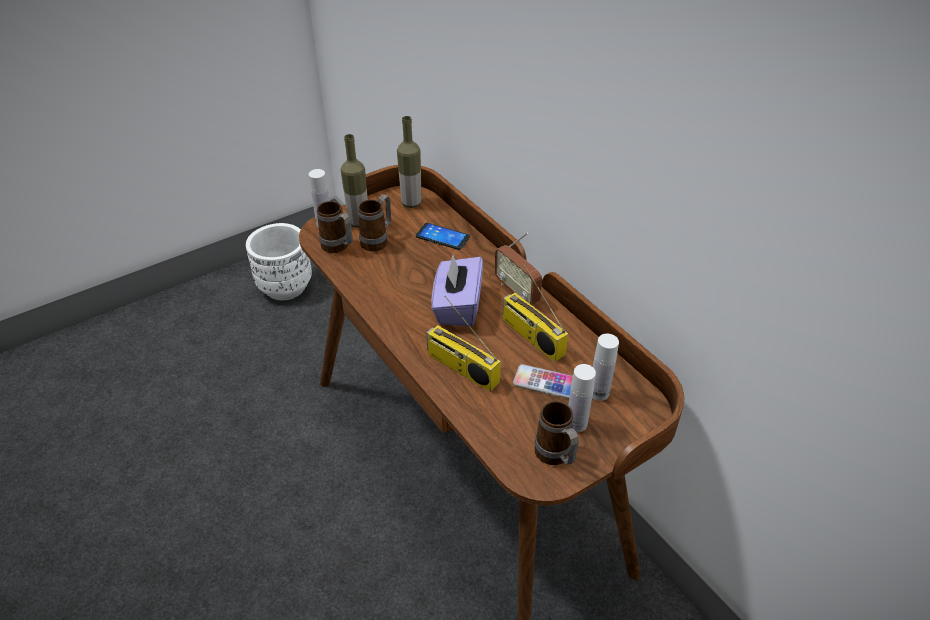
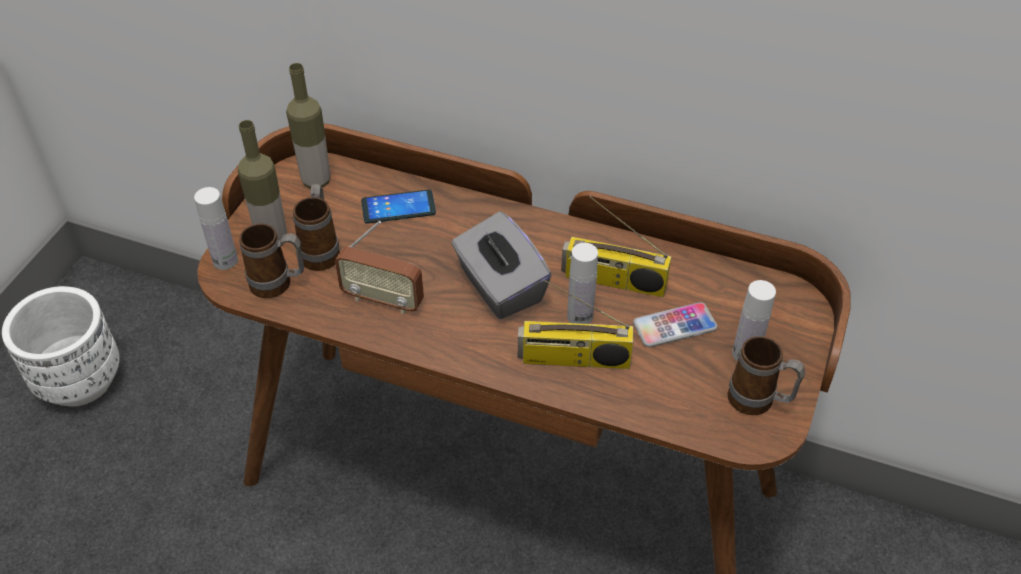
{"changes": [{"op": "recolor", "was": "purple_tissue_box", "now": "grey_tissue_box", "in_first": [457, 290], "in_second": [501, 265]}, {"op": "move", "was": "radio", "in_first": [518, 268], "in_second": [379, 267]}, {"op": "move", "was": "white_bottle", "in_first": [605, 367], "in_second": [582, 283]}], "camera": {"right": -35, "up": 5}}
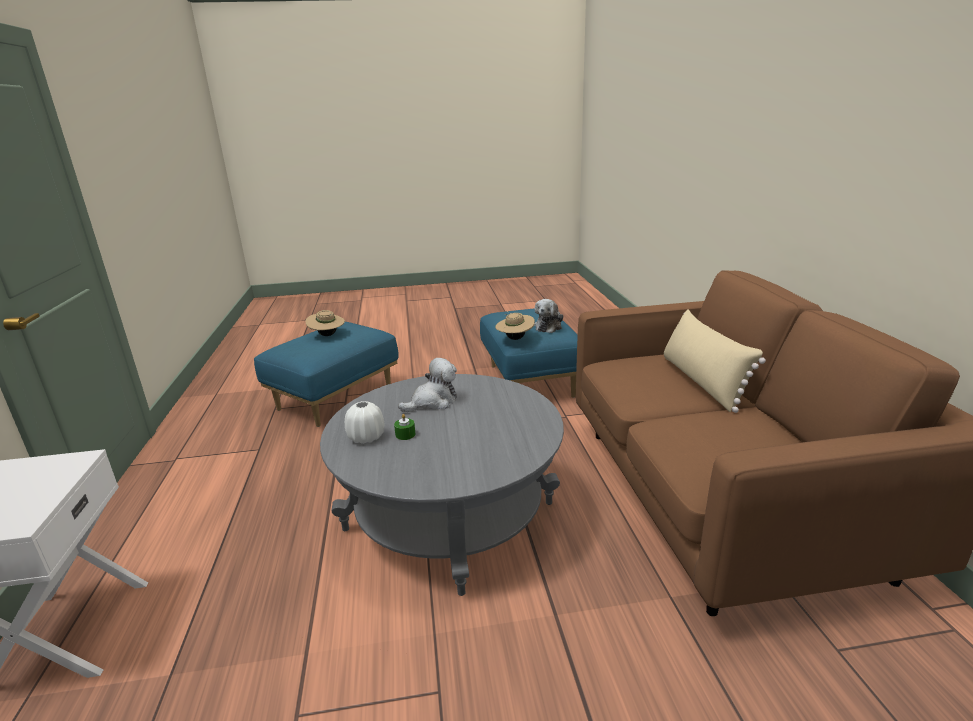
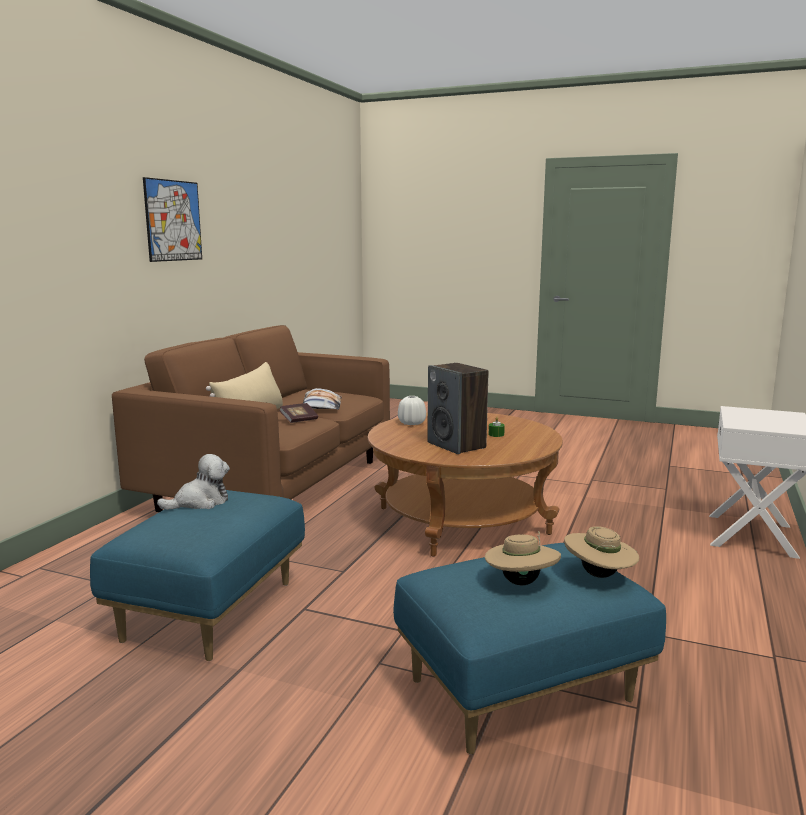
{"changes": [{"op": "recolor", "was": "grey_coffee_table", "now": "brown_coffee_table", "in_first": [442, 485], "in_second": [465, 485]}, {"op": "move", "was": "white_vase", "in_first": [364, 422], "in_second": [412, 410]}, {"op": "replace", "was": "plush_toy", "now": "speaker", "in_first": [427, 385], "in_second": [457, 408]}, {"op": "move", "was": "beige_hat", "in_first": [515, 325], "in_second": [601, 552]}, {"op": "insert", "now": "picture", "in_second": [172, 219]}, {"op": "insert", "now": "book", "in_second": [298, 413]}, {"op": "insert", "now": "pillow", "in_second": [322, 398]}], "camera": {"right": -150, "up": -10}}
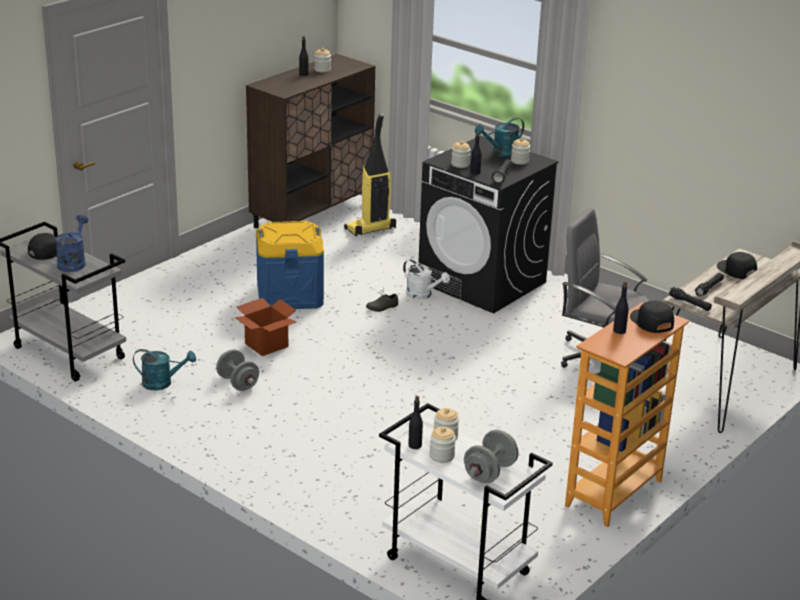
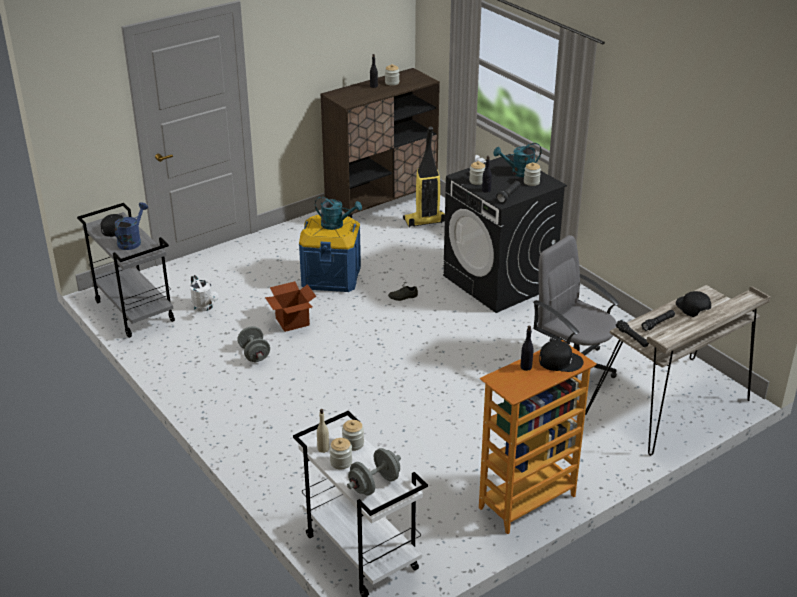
{"changes": [{"op": "move", "was": "turquoise_watering_can", "in_first": [164, 369], "in_second": [338, 213]}, {"op": "move", "was": "white_watering_can", "in_first": [426, 279], "in_second": [204, 293]}, {"op": "recolor", "was": "black_bottle", "now": "beige_bottle", "in_first": [415, 422], "in_second": [323, 431]}, {"op": "rotate", "was": "black_cap", "in_first": [652, 317], "in_second": [561, 356], "clockwise": 105}], "camera": {"right": 15, "up": 5}}
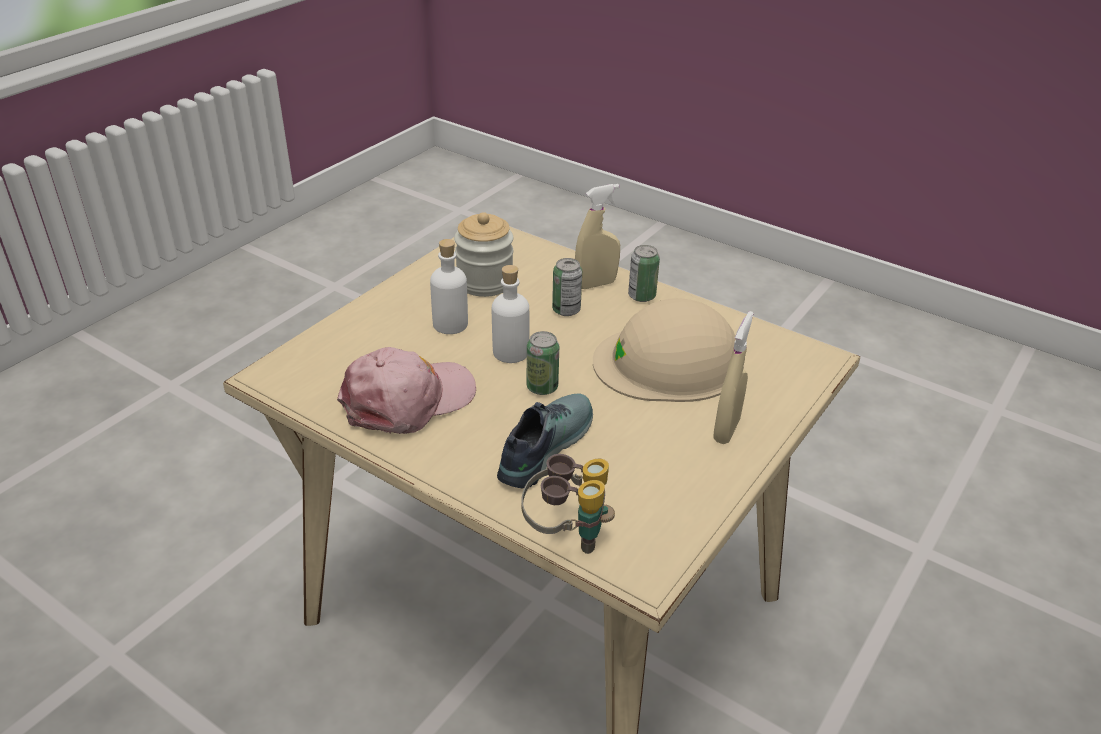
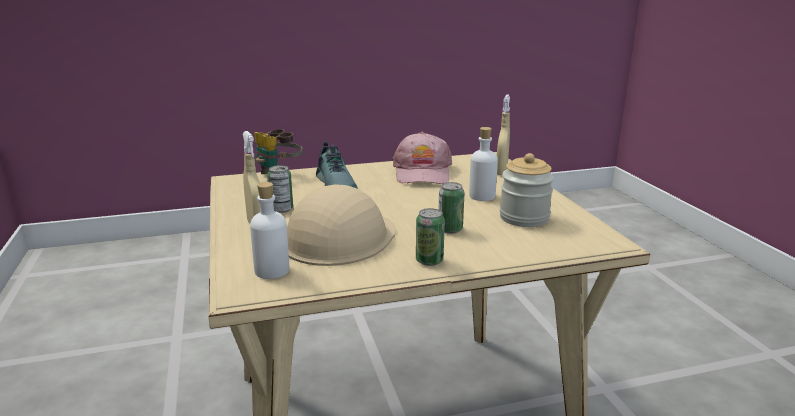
{"changes": [{"op": "move", "was": "white_bottle", "in_first": [510, 314], "in_second": [269, 230]}, {"op": "move", "was": "can", "in_first": [543, 363], "in_second": [280, 189]}, {"op": "move", "was": "beige_spray_bottle", "in_first": [597, 236], "in_second": [503, 135]}], "camera": {"right": 130, "up": -15}}
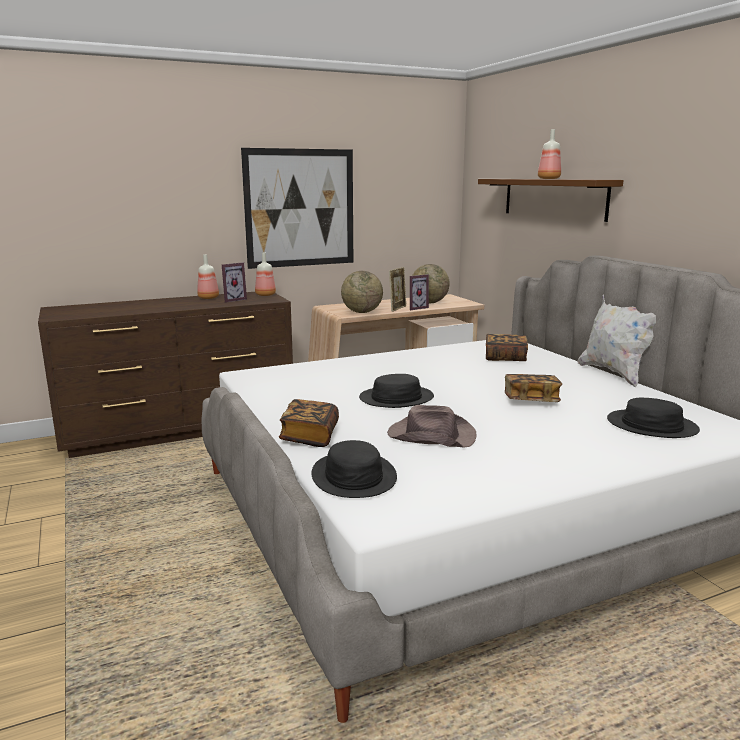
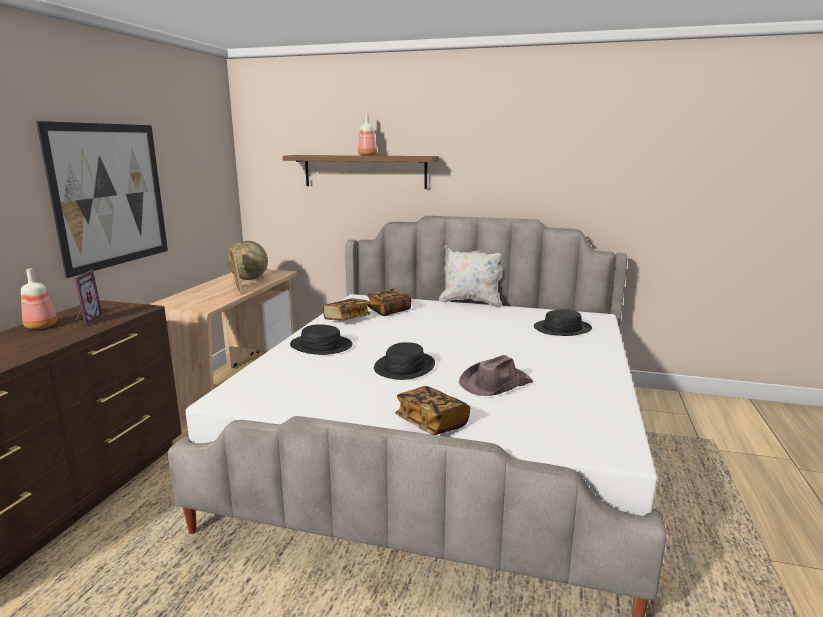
{"changes": [{"op": "delete", "was": "bottle", "in_first": [265, 274]}, {"op": "move", "was": "black_hat", "in_first": [354, 469], "in_second": [321, 339]}, {"op": "delete", "was": "globe", "in_first": [362, 292]}, {"op": "delete", "was": "picture_frame", "in_first": [419, 292]}, {"op": "move", "was": "book", "in_first": [533, 388], "in_second": [346, 309]}], "camera": {"right": -50, "up": 0}}
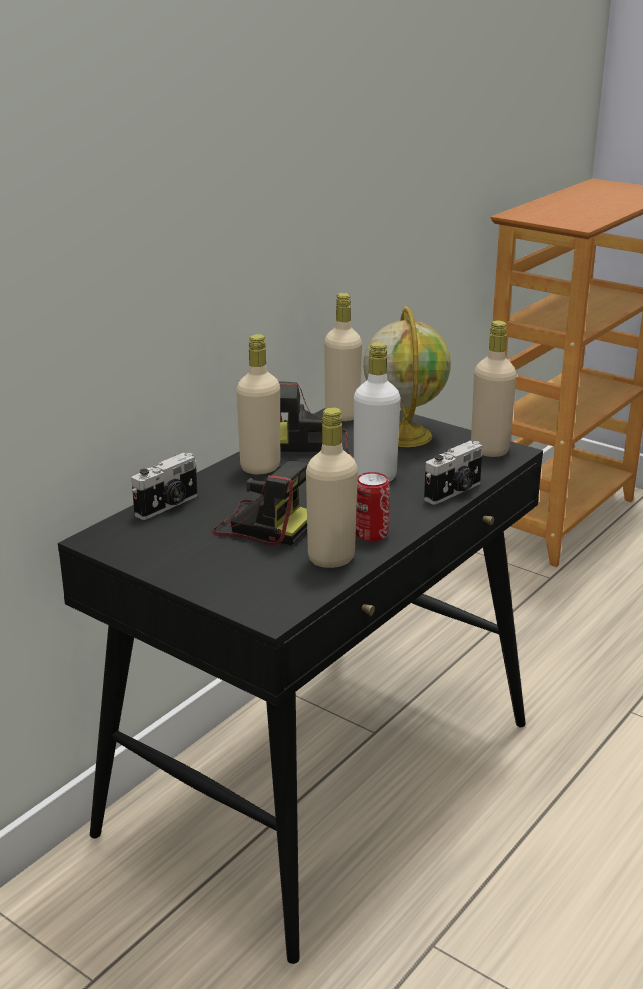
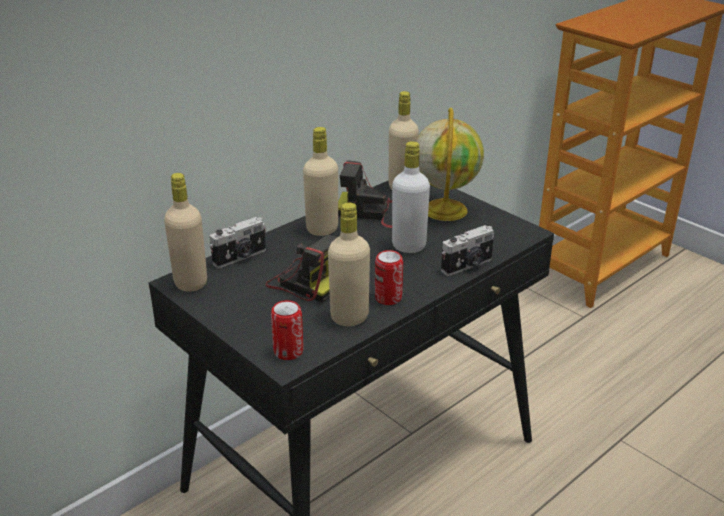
{"changes": [{"op": "move", "was": "beige_bottle", "in_first": [494, 389], "in_second": [185, 232]}, {"op": "insert", "now": "can", "in_second": [287, 330]}], "camera": {"right": 10, "up": 5}}
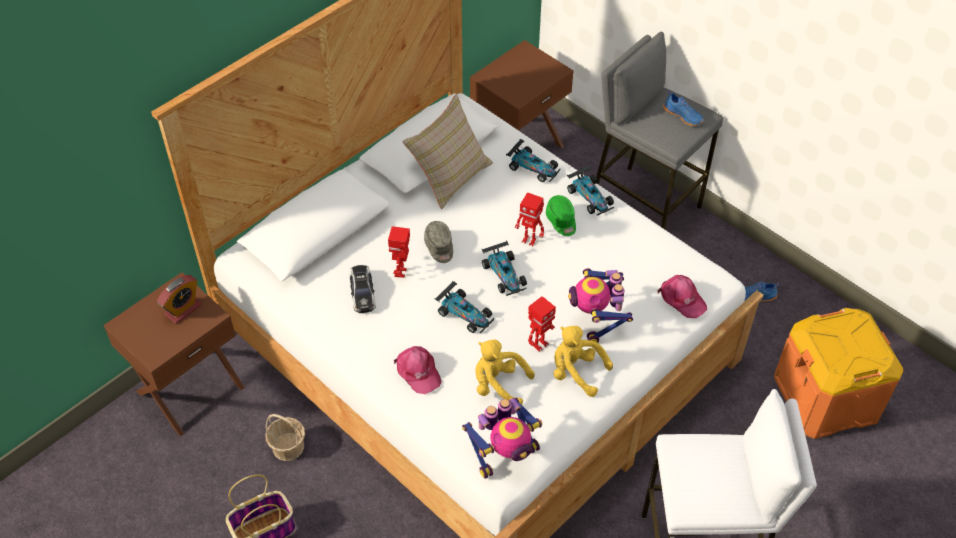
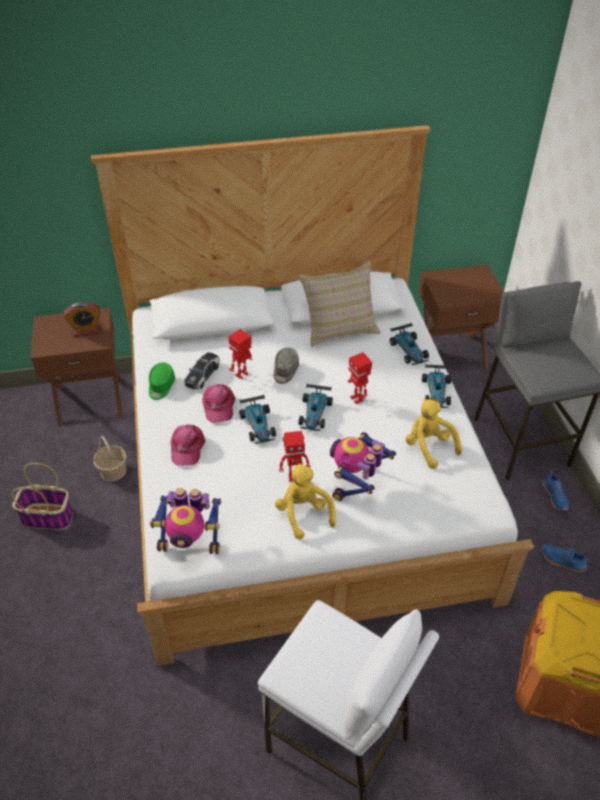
{"changes": [{"op": "move", "was": "yellow_plush_toy", "in_first": [505, 372], "in_second": [433, 434]}, {"op": "move", "was": "green_cap", "in_first": [561, 215], "in_second": [162, 381]}, {"op": "move", "was": "pink_cap", "in_first": [682, 296], "in_second": [218, 403]}, {"op": "move", "was": "blue_shoe", "in_first": [683, 108], "in_second": [556, 490]}], "camera": {"right": 35, "up": -5}}
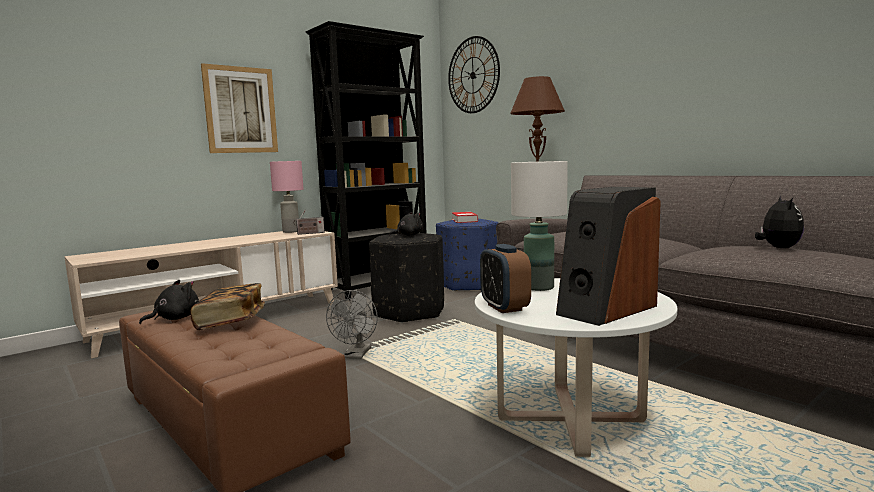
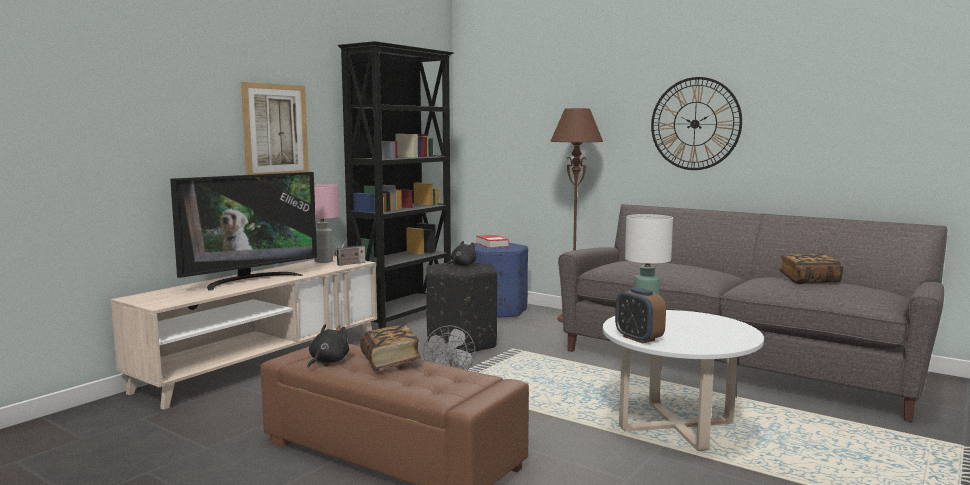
{"changes": [{"op": "move", "was": "wall_clock", "in_first": [474, 74], "in_second": [696, 123]}, {"op": "delete", "was": "speaker", "in_first": [608, 256]}, {"op": "replace", "was": "plush_toy", "now": "book", "in_first": [779, 222], "in_second": [811, 269]}, {"op": "insert", "now": "television", "in_second": [243, 231]}], "camera": {"right": -15, "up": 0}}
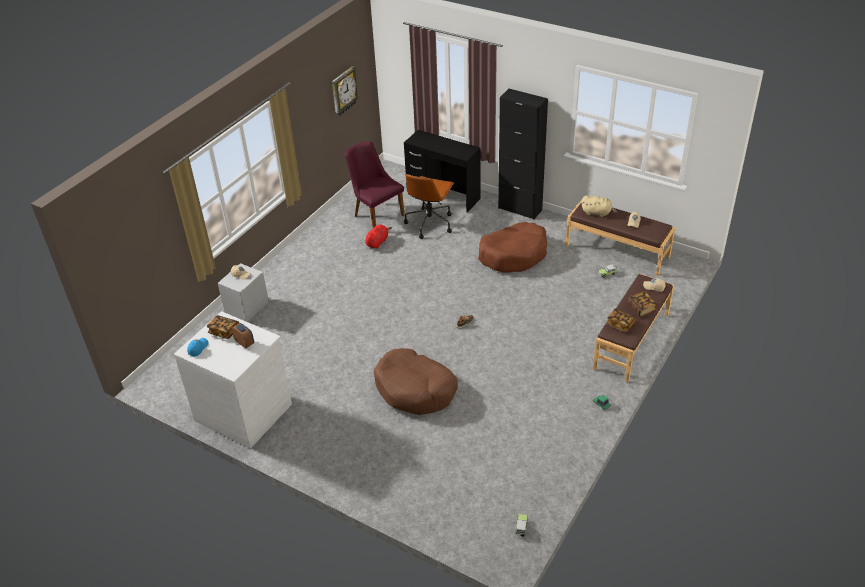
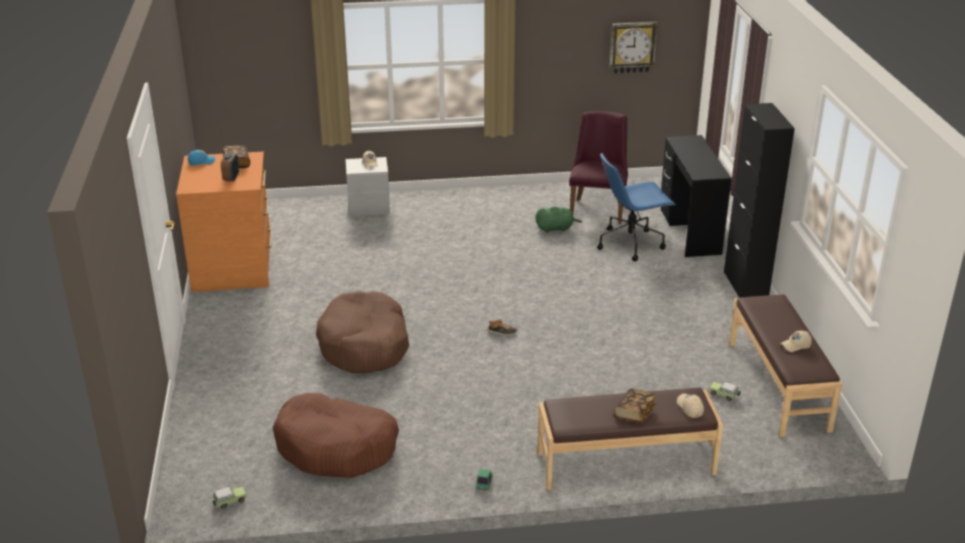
{"changes": [{"op": "recolor", "was": "white_dresser", "now": "orange_dresser", "in_first": [233, 380], "in_second": [224, 222]}, {"op": "recolor", "was": "red_plush_toy", "now": "green_plush_toy", "in_first": [378, 236], "in_second": [559, 220]}, {"op": "recolor", "was": "brown_office_chair", "now": "blue_office_chair", "in_first": [429, 206], "in_second": [636, 206]}, {"op": "move", "was": "brown_dog_bed", "in_first": [512, 247], "in_second": [336, 435]}, {"op": "delete", "was": "beige_plush_toy", "in_first": [600, 206]}, {"op": "delete", "was": "book", "in_first": [621, 320]}], "camera": {"right": 50, "up": -10}}
